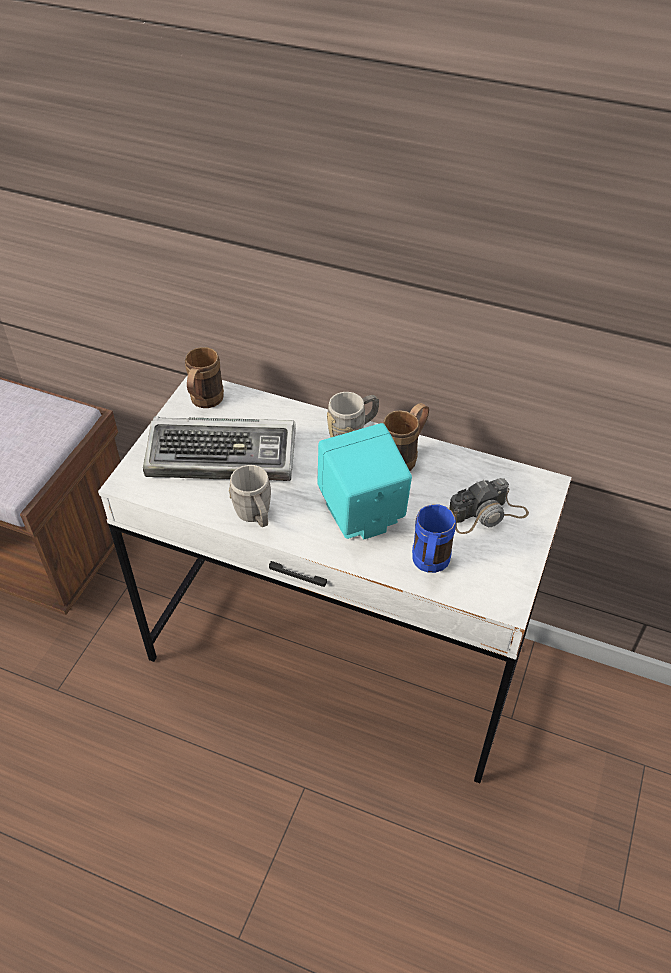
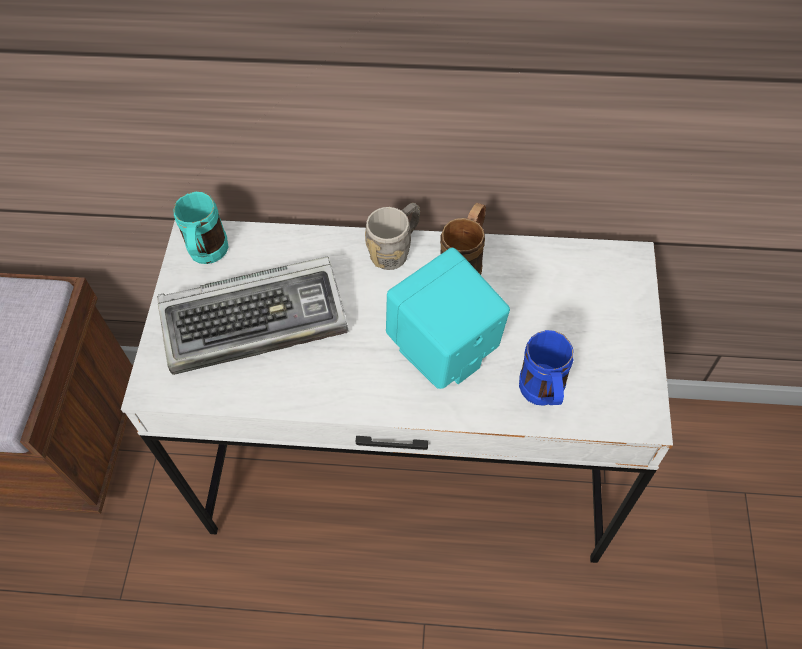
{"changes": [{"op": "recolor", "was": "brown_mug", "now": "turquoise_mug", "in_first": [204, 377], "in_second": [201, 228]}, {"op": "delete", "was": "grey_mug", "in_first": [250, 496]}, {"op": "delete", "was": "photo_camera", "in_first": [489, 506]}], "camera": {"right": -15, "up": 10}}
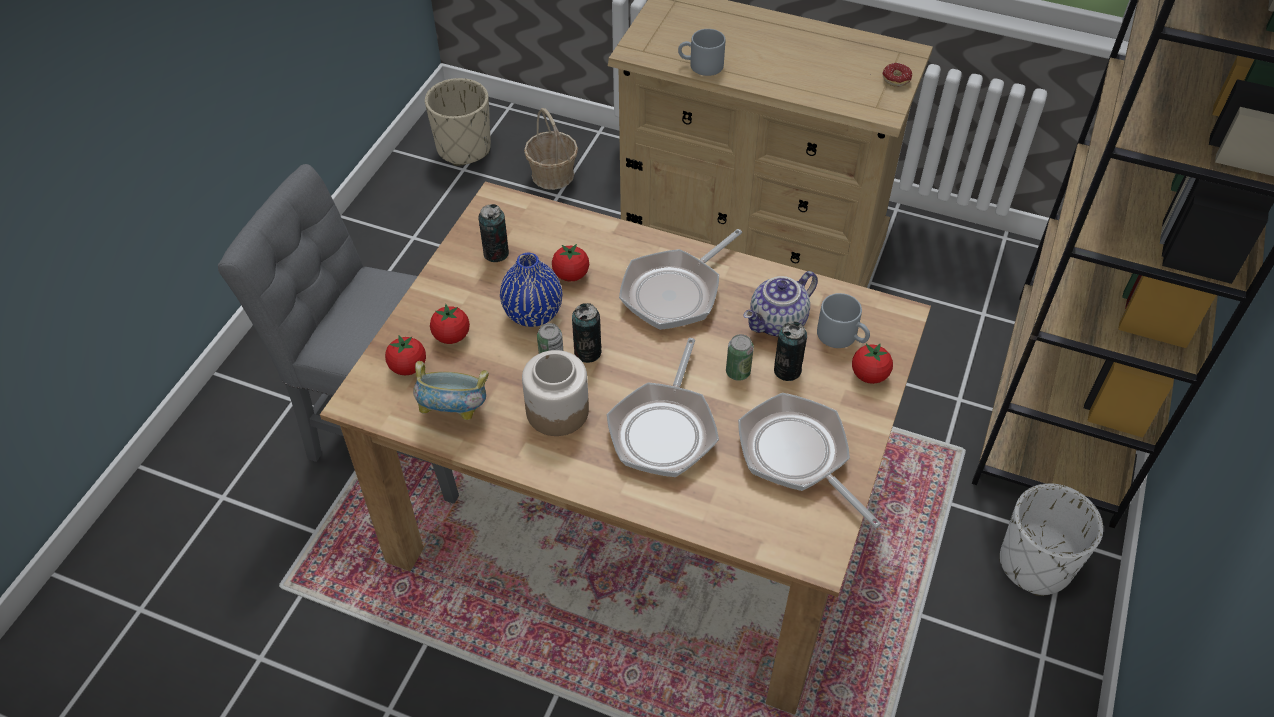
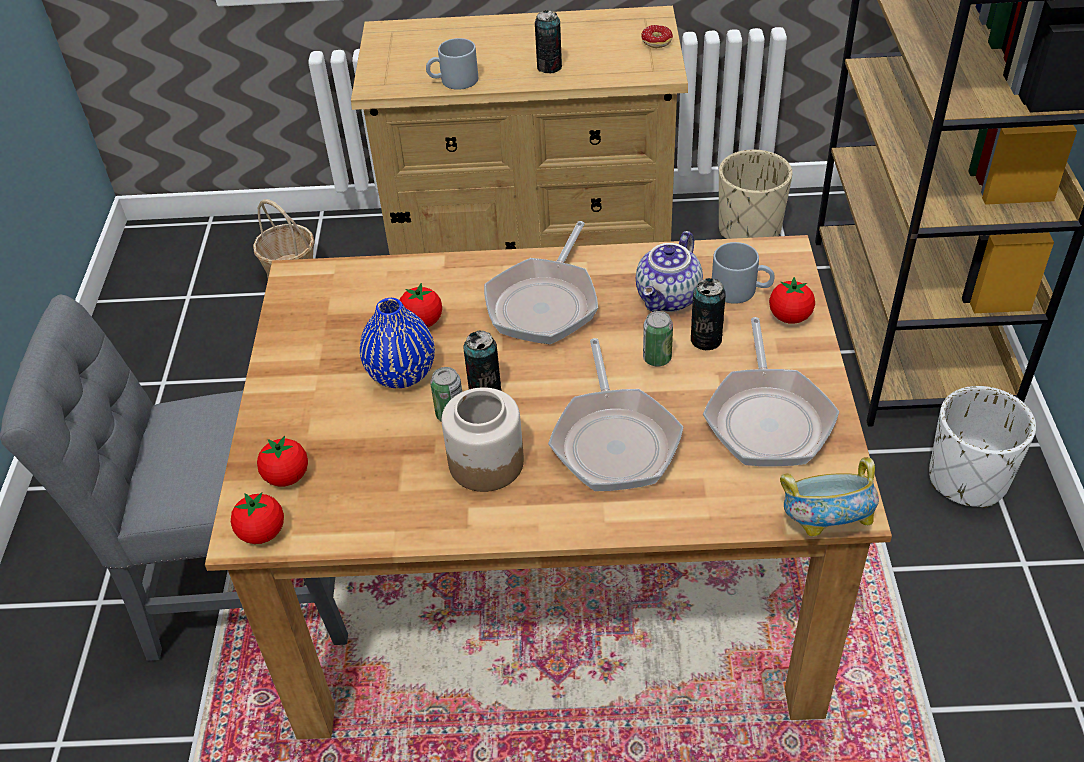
{"changes": [{"op": "move", "was": "bowl", "in_first": [451, 390], "in_second": [829, 497]}, {"op": "move", "was": "beige_planter", "in_first": [458, 122], "in_second": [755, 194]}, {"op": "move", "was": "tomato", "in_first": [450, 324], "in_second": [257, 518]}, {"op": "move", "was": "can", "in_first": [494, 233], "in_second": [548, 41]}, {"op": "rotate", "was": "frying_pan", "in_first": [809, 460], "in_second": [771, 391], "clockwise": -120}], "camera": {"right": -20, "up": -5}}
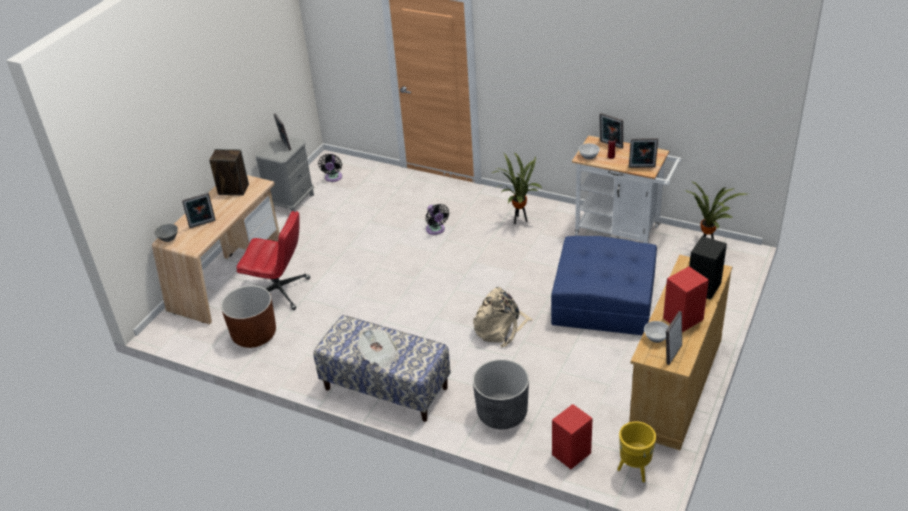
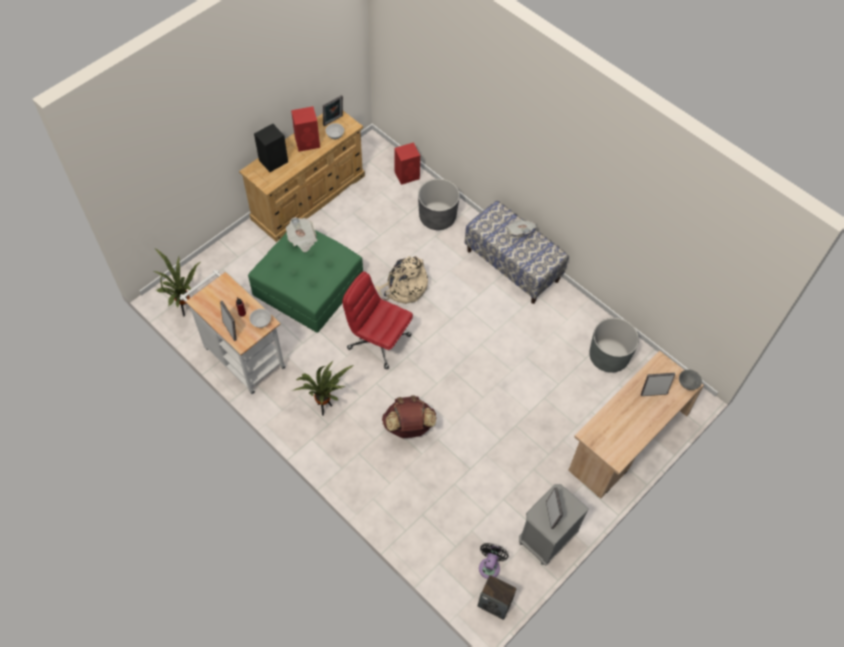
{"changes": [{"op": "move", "was": "speaker", "in_first": [229, 172], "in_second": [497, 597]}, {"op": "recolor", "was": "brown_planter", "now": "grey_planter", "in_first": [248, 316], "in_second": [614, 345]}, {"op": "move", "was": "red_office_chair", "in_first": [273, 260], "in_second": [378, 320]}, {"op": "replace", "was": "black_fan", "now": "brown_backpack", "in_first": [437, 219], "in_second": [409, 417]}, {"op": "recolor", "was": "blue_ottoman", "now": "green_ottoman", "in_first": [604, 285], "in_second": [305, 281]}, {"op": "delete", "was": "yellow_planter", "in_first": [636, 452]}, {"op": "delete", "was": "picture_frame", "in_first": [643, 153]}, {"op": "insert", "now": "newspaper", "in_second": [302, 234]}], "camera": {"right": -165, "up": 20}}
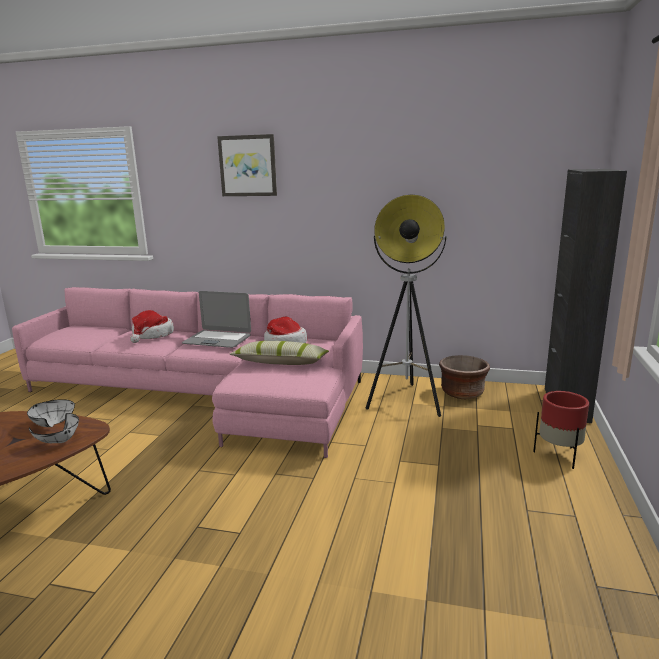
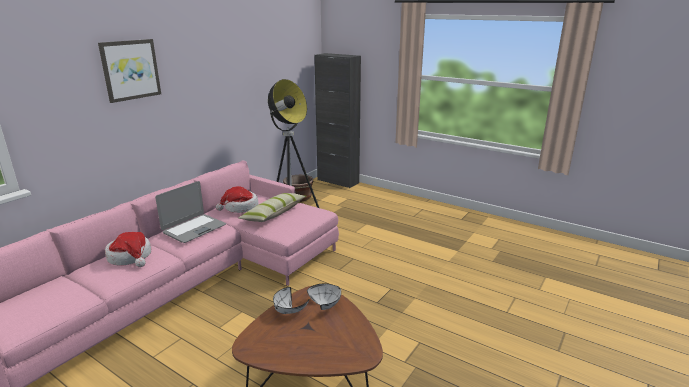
{"changes": [{"op": "delete", "was": "red_planter", "in_first": [561, 430]}], "camera": {"right": -70, "up": 5}}
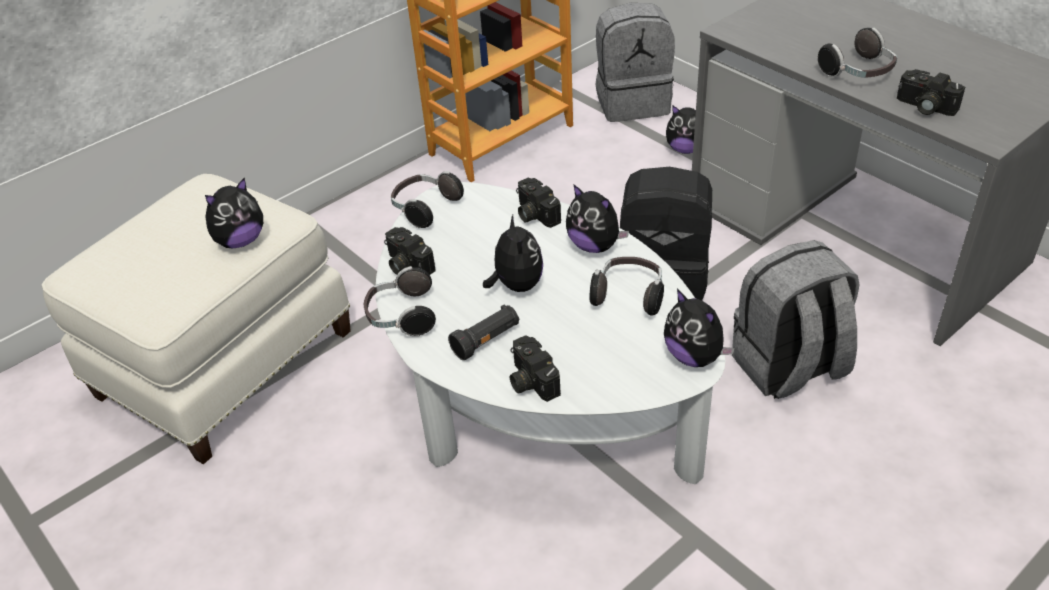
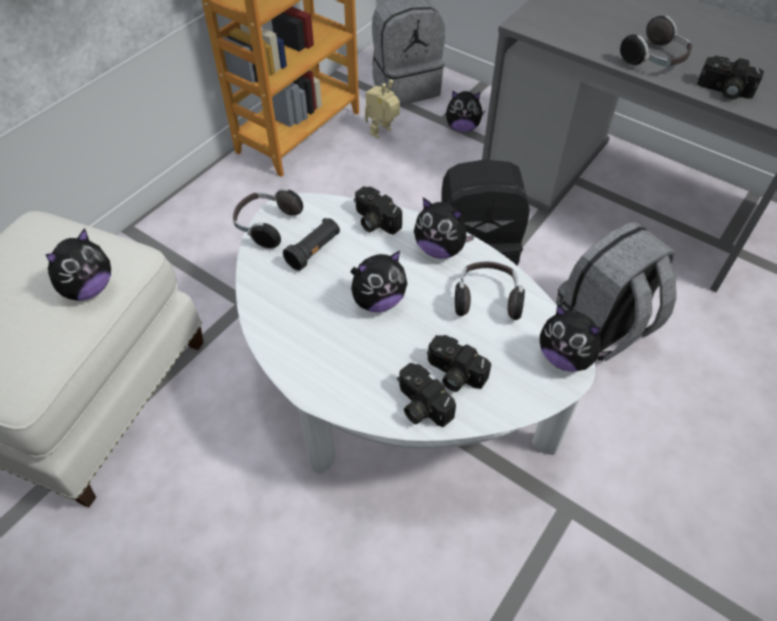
{"changes": [{"op": "delete", "was": "headphones", "in_first": [400, 301]}, {"op": "move", "was": "photo_camera", "in_first": [410, 251], "in_second": [459, 363]}, {"op": "move", "was": "black_flashlight", "in_first": [483, 332], "in_second": [311, 244]}, {"op": "rotate", "was": "plush_toy", "in_first": [513, 253], "in_second": [379, 281], "clockwise": 90}, {"op": "insert", "now": "toy_robot", "in_second": [382, 109]}], "camera": {"right": -15, "up": 10}}
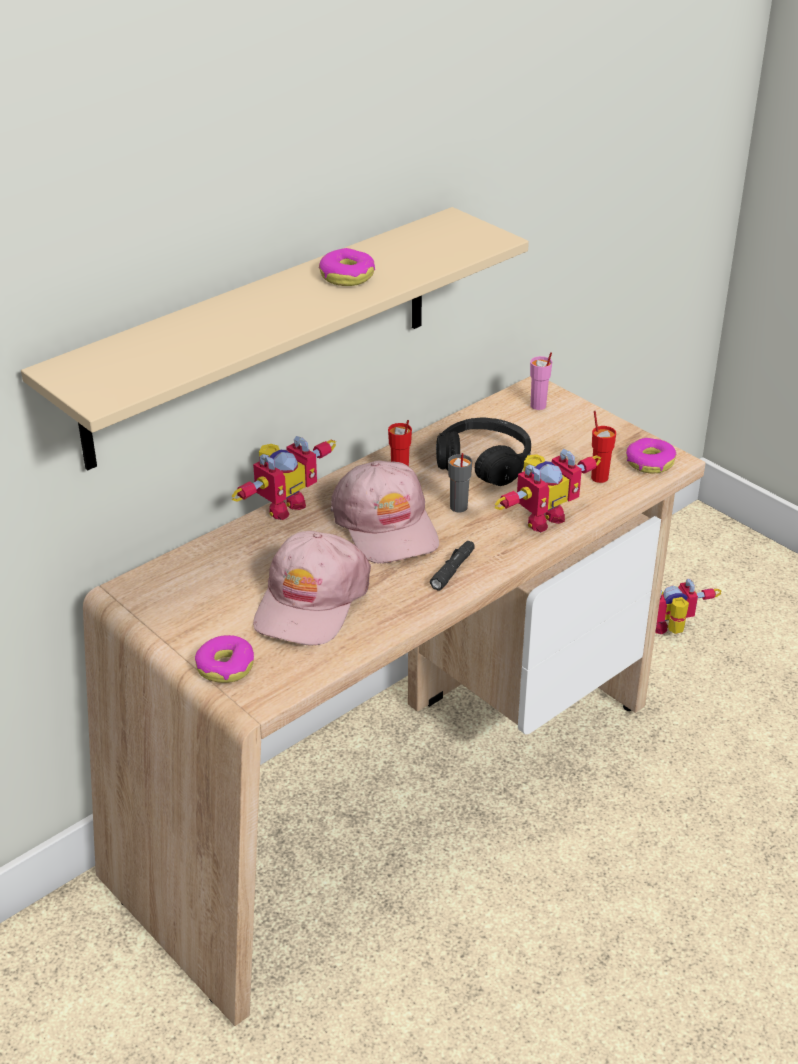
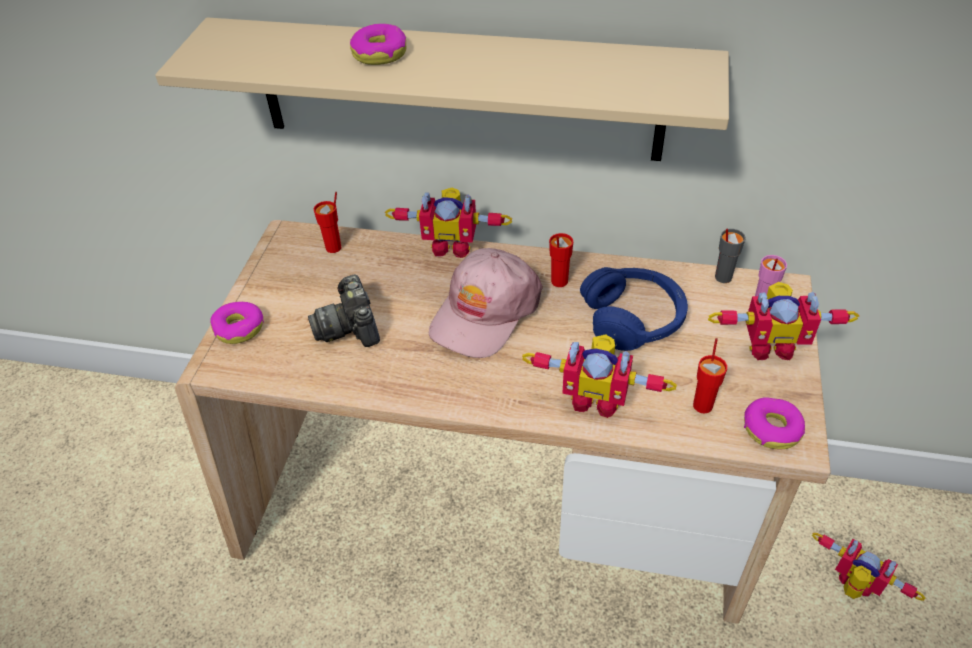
{"changes": [{"op": "replace", "was": "pink_cap", "now": "photo_camera", "in_first": [312, 588], "in_second": [344, 310]}, {"op": "move", "was": "donut", "in_first": [347, 267], "in_second": [378, 44]}, {"op": "delete", "was": "black_flashlight", "in_first": [452, 566]}, {"op": "recolor", "was": "black_headphones", "now": "blue_headphones", "in_first": [483, 451], "in_second": [634, 309]}, {"op": "move", "was": "grey_cup", "in_first": [460, 483], "in_second": [730, 256]}, {"op": "insert", "now": "red_cup", "in_second": [328, 222]}, {"op": "insert", "now": "toy_robot", "in_second": [783, 321]}], "camera": {"right": 55, "up": 10}}
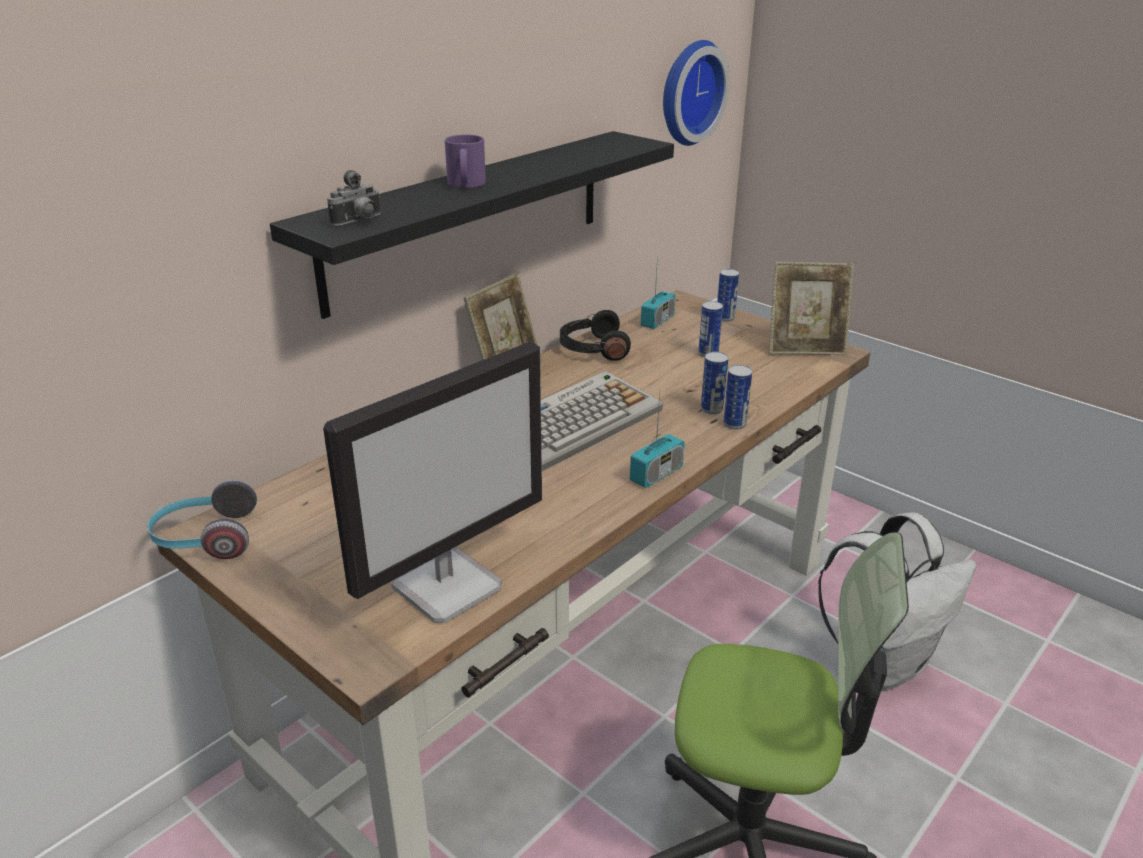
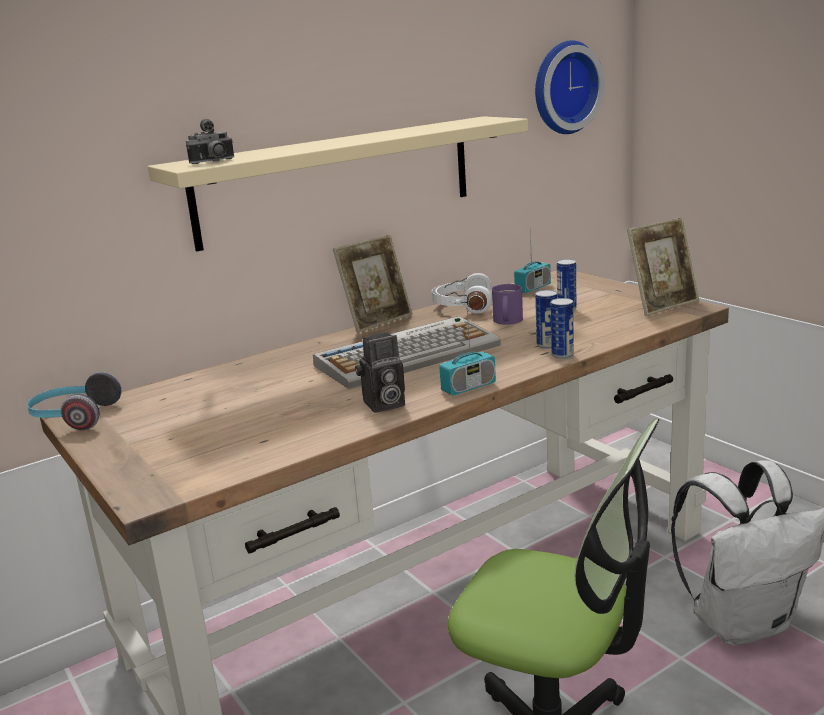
{"changes": [{"op": "recolor", "was": "black_shelf", "now": "beige_shelf", "in_first": [472, 225], "in_second": [338, 184]}, {"op": "delete", "was": "monitor", "in_first": [432, 482]}, {"op": "move", "was": "purple_mug", "in_first": [465, 161], "in_second": [507, 304]}, {"op": "recolor", "was": "black_headphones", "now": "white_headphones", "in_first": [595, 335], "in_second": [462, 293]}, {"op": "delete", "was": "can", "in_first": [728, 295]}, {"op": "rotate", "was": "picture_frame", "in_first": [811, 308], "in_second": [663, 266], "clockwise": -45}, {"op": "insert", "now": "photo_camera", "in_second": [380, 373]}], "camera": {"right": 15, "up": -10}}
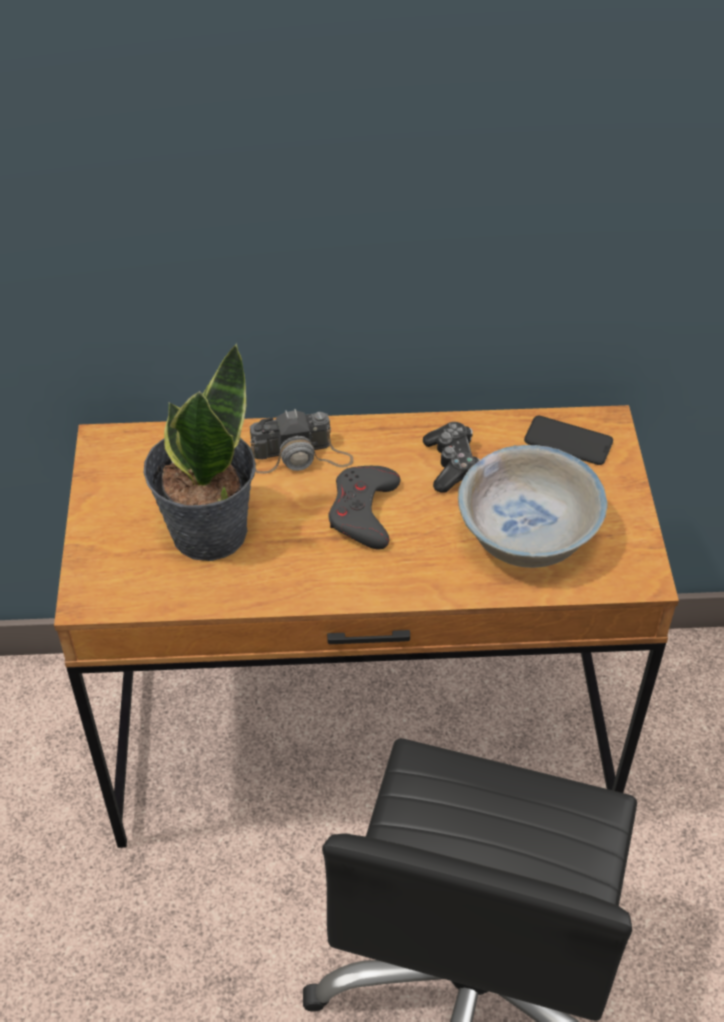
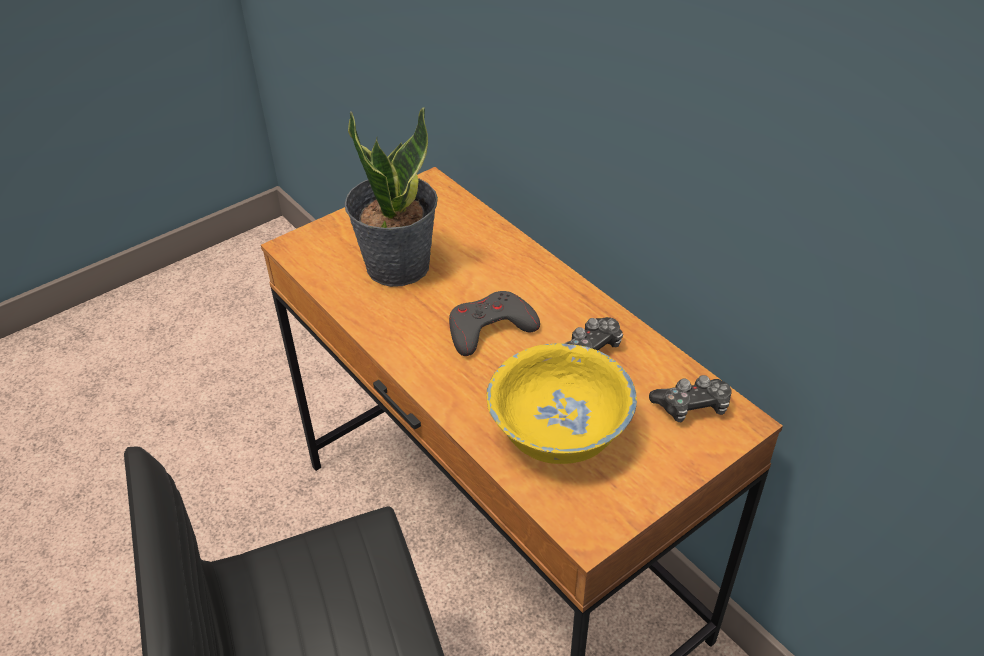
{"changes": [{"op": "delete", "was": "photo_camera", "in_first": [302, 441]}, {"op": "recolor", "was": "white_bowl", "now": "yellow_bowl", "in_first": [533, 506], "in_second": [562, 403]}, {"op": "replace", "was": "phone", "now": "game_controller", "in_first": [568, 440], "in_second": [690, 398]}], "camera": {"right": 55, "up": -5}}
